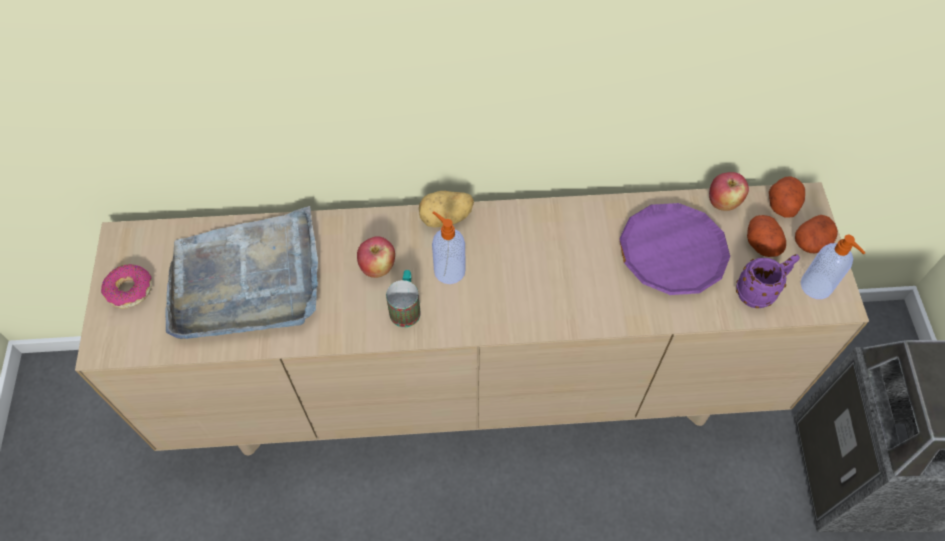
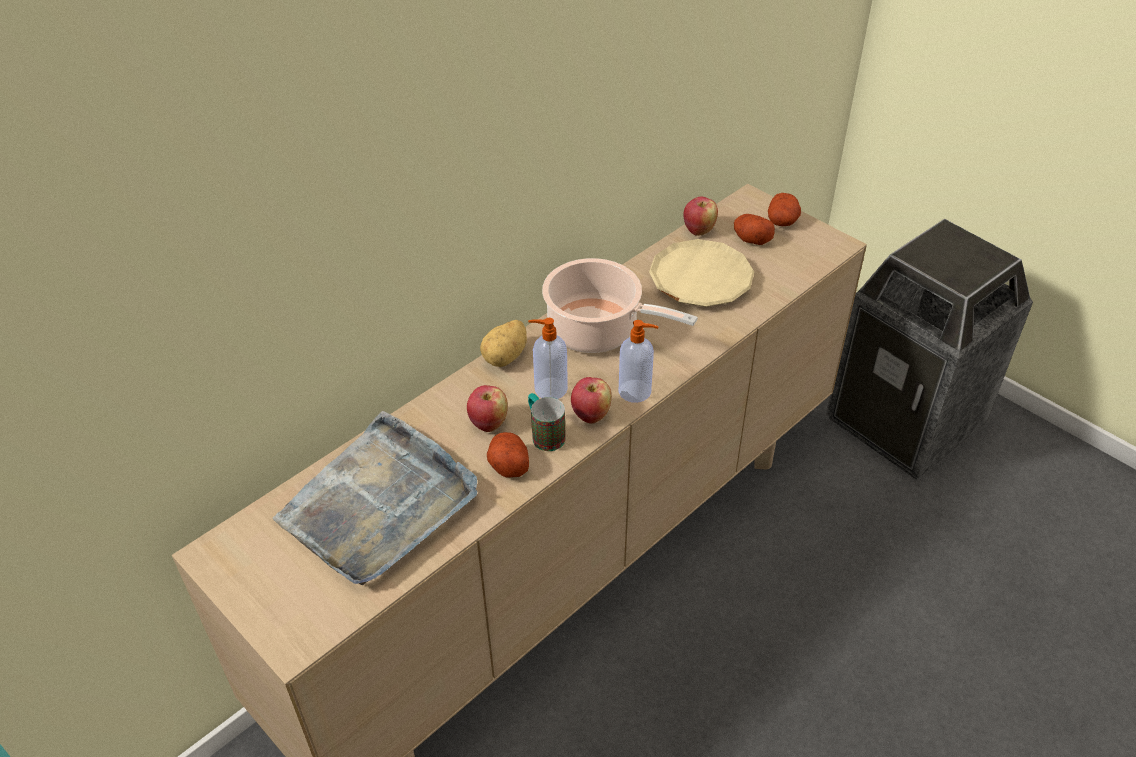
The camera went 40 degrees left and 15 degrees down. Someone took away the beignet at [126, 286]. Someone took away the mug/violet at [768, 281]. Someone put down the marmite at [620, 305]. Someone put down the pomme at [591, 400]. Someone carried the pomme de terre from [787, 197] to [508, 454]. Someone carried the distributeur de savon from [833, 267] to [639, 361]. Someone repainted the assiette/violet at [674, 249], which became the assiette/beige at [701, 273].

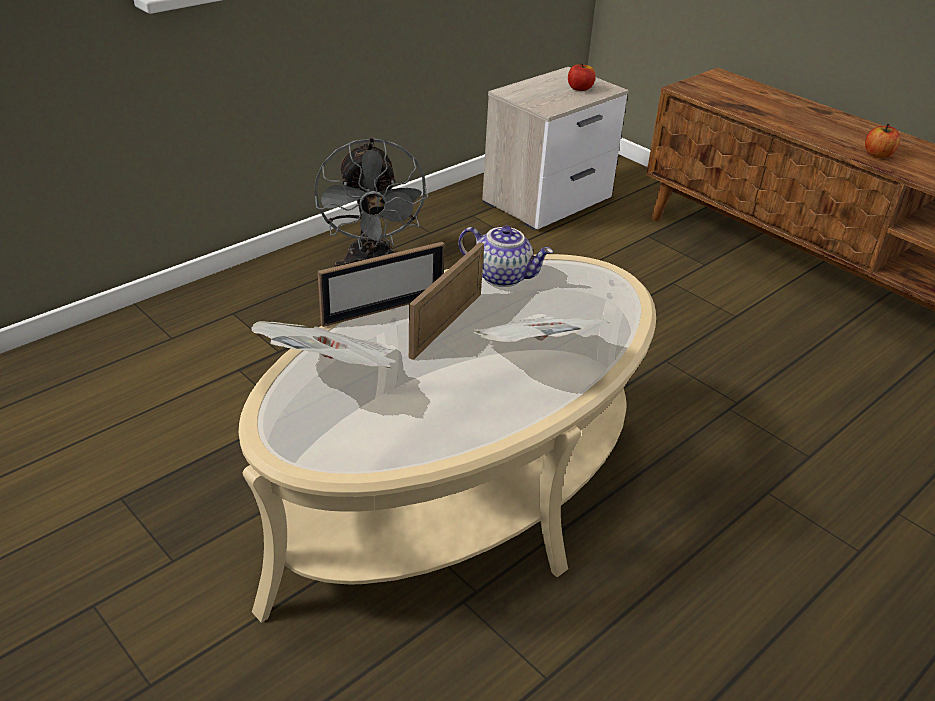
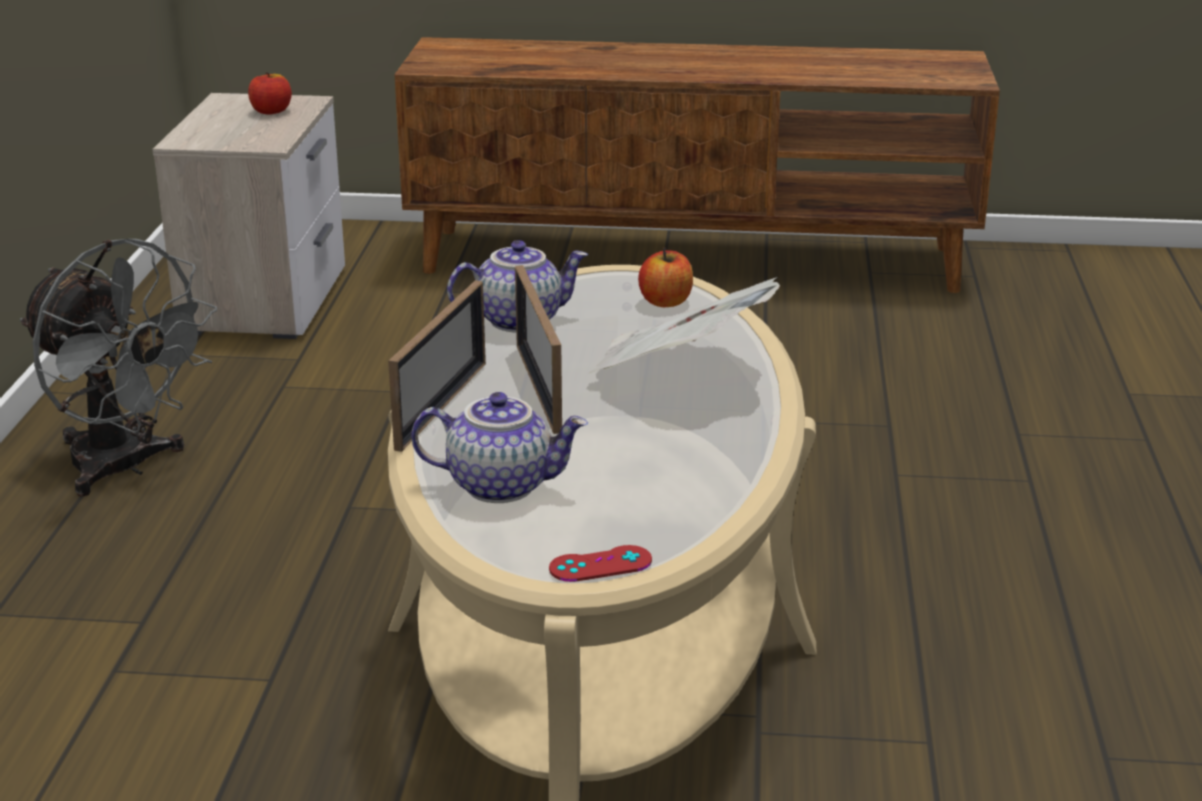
The camera went 40 degrees left and 10 degrees down. Someone put down the manette/rouge at [600, 563]. Someone carried the pomme from [882, 141] to [665, 277]. Someone swapped the journal at [323, 345] for the théière at [499, 447].

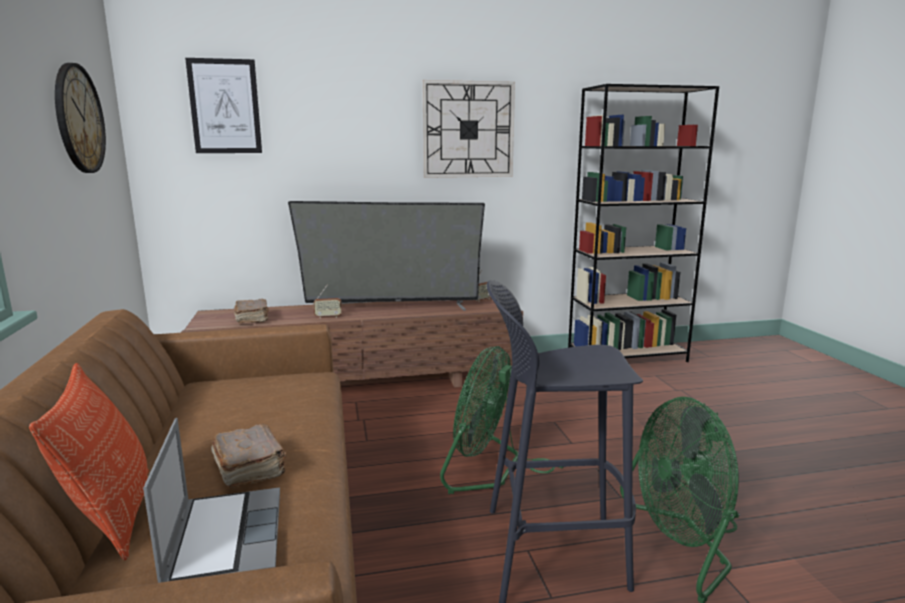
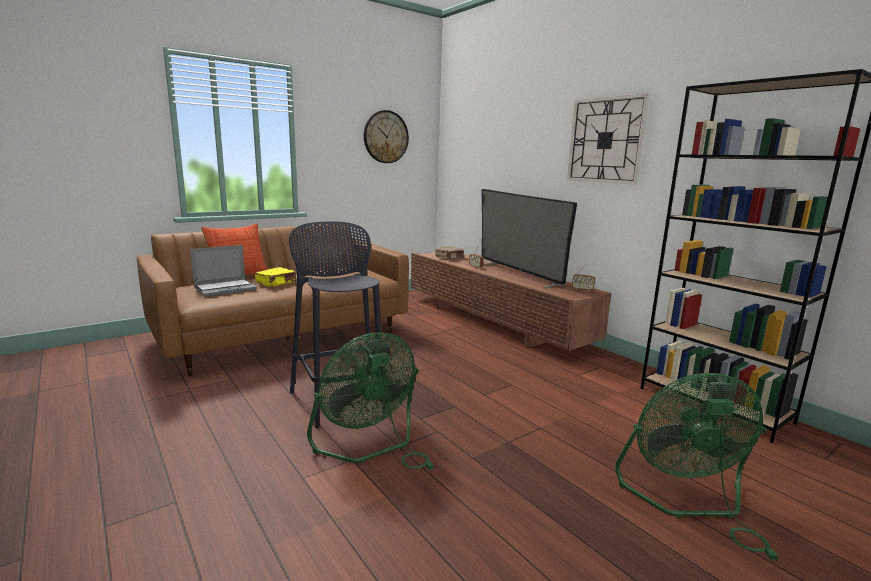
The camera went 65 degrees right and 0 degrees up. Someone took away the tableau at [223, 105]. Someone carried the ventilateur/vert from [502, 420] to [696, 467]. Someone repainted the livre/marron at [249, 456], which became the livre/jaune at [275, 277].

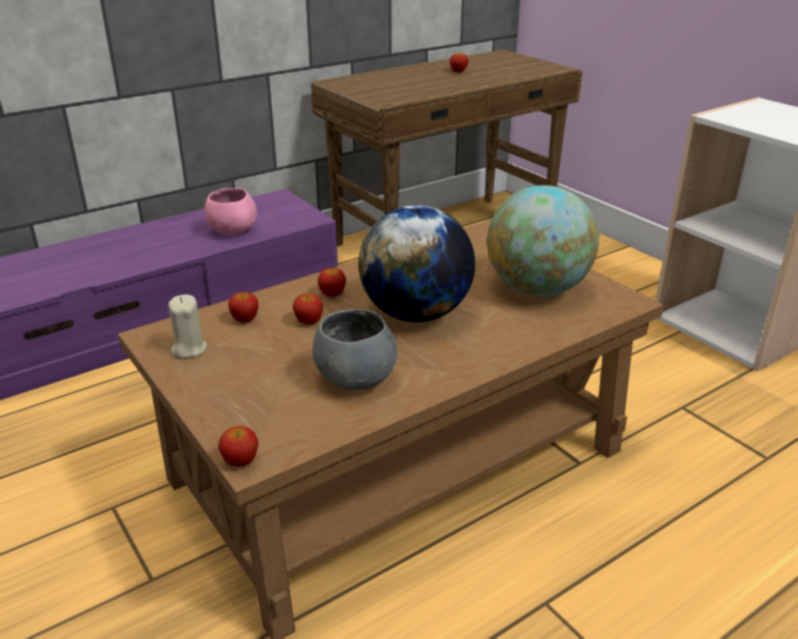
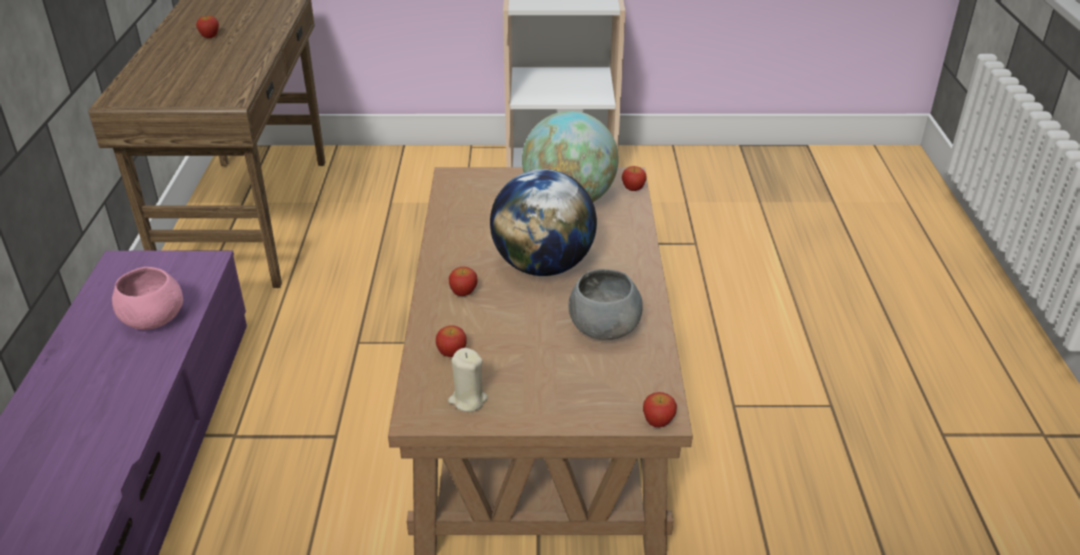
The camera went 55 degrees left and 5 degrees up. Someone carried the pomme from [308, 308] to [634, 178].

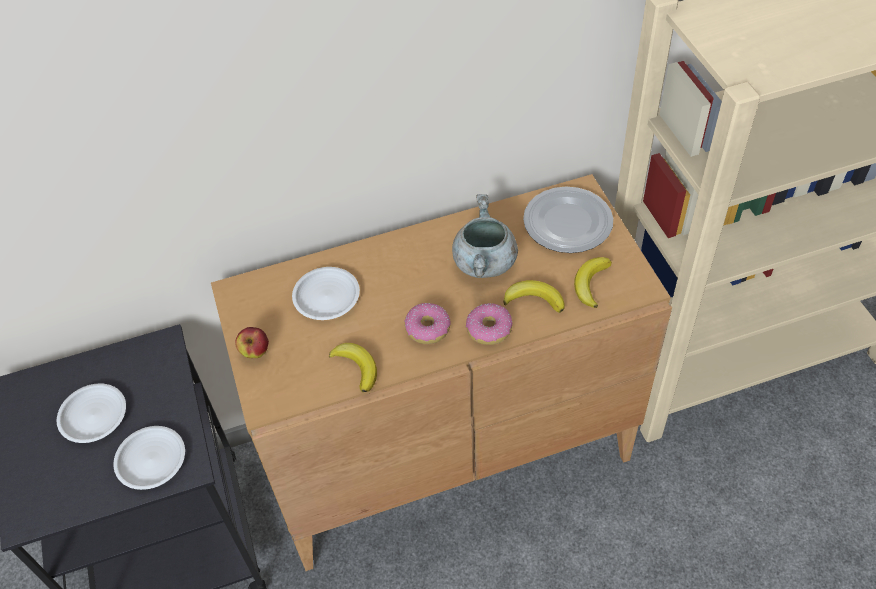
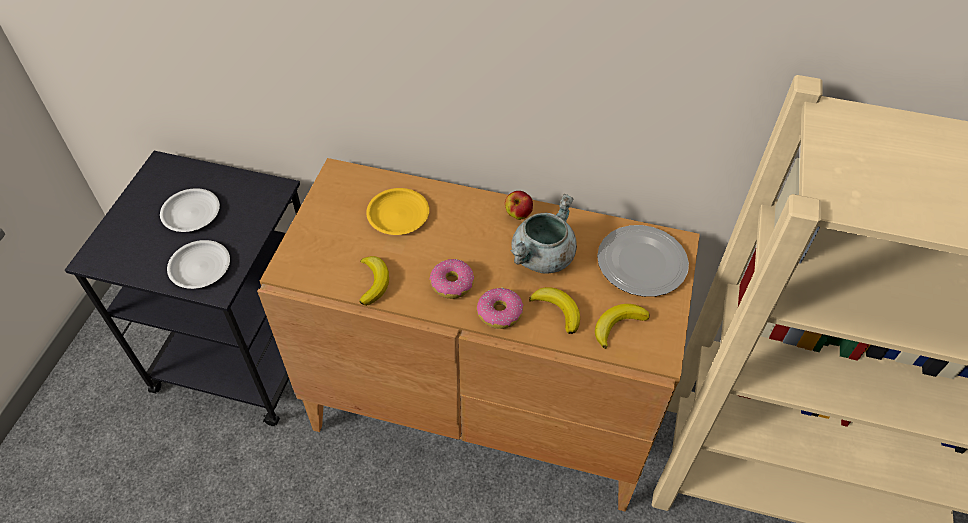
The camera went 30 degrees right and 0 degrees up. Someone carried the pomme from [252, 342] to [519, 205]. Someone repainted the assiette/blanc at [326, 293], which became the assiette/jaune at [397, 211].

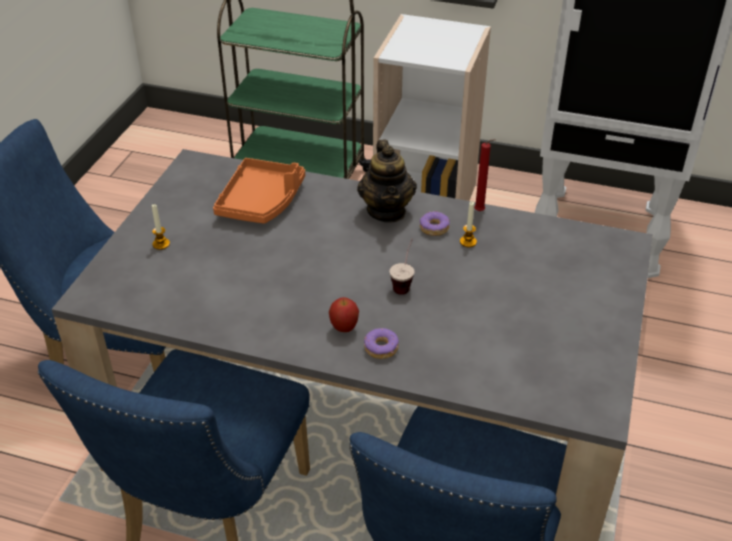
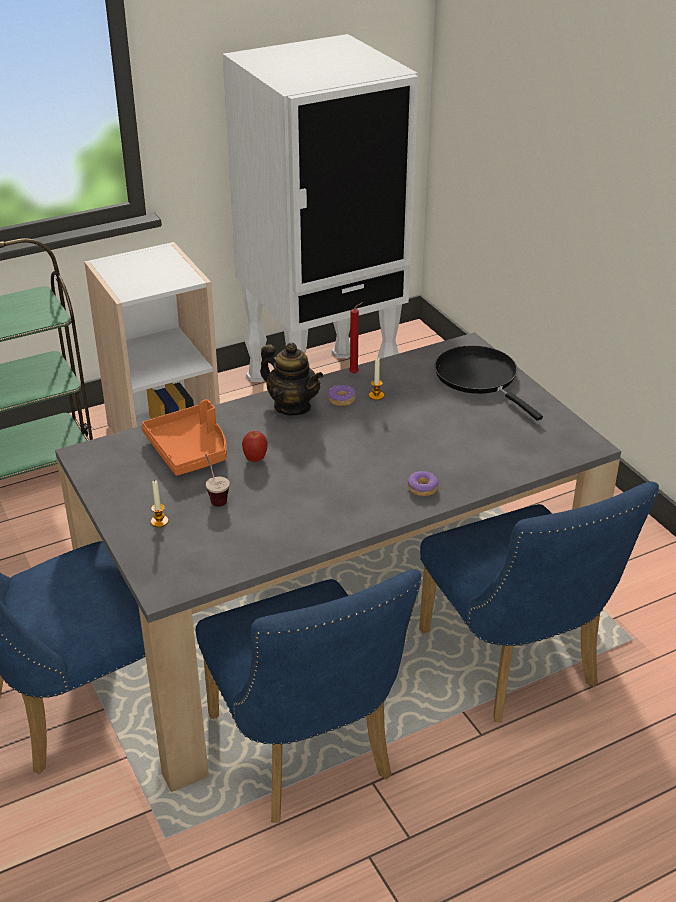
The camera went 45 degrees left and 5 degrees down. Someone put down the poêle/noir at [489, 383]. Someone carried the pomme from [344, 314] to [255, 446]. Someone carried the tasse from [401, 266] to [217, 480].

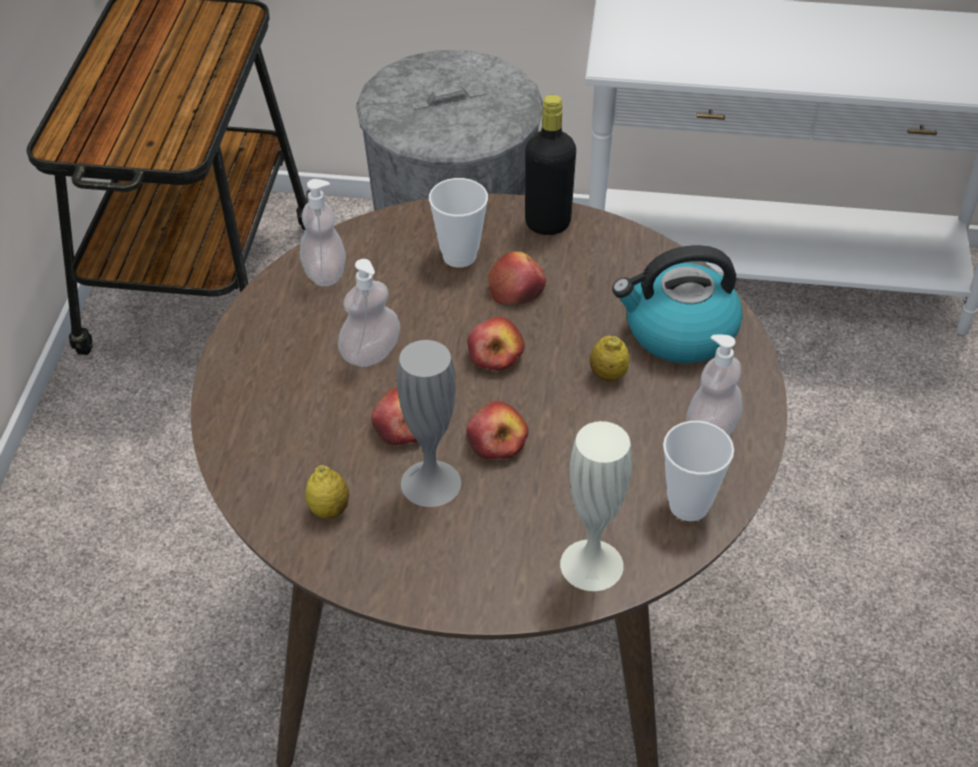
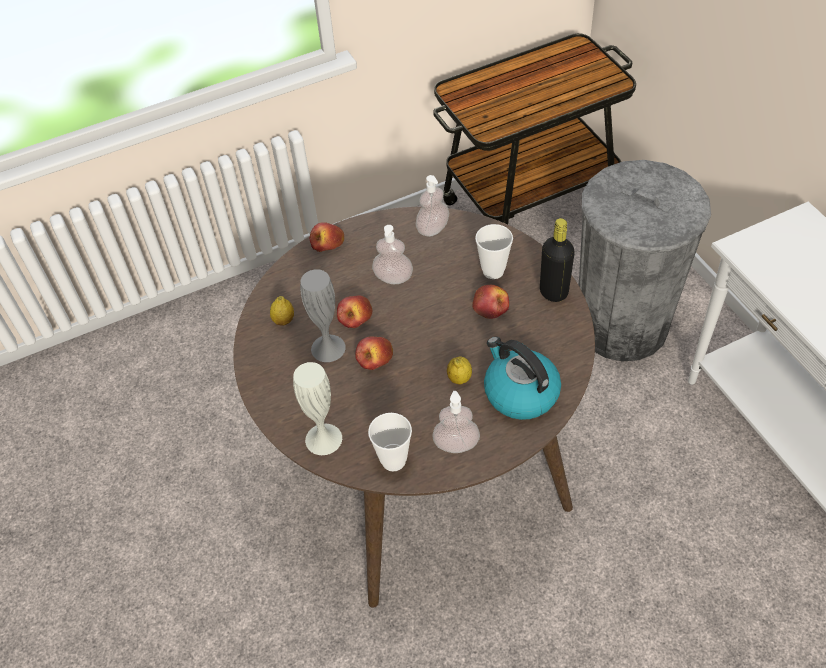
The camera went 60 degrees right and 5 degrees up. Someone carried the pomme from [496, 343] to [326, 237].

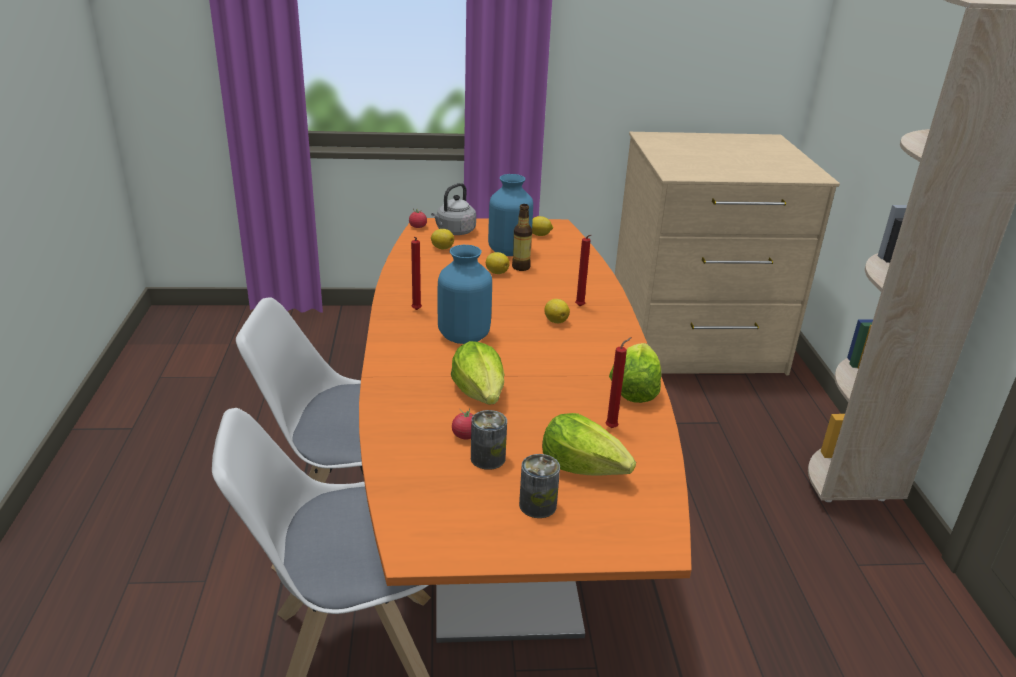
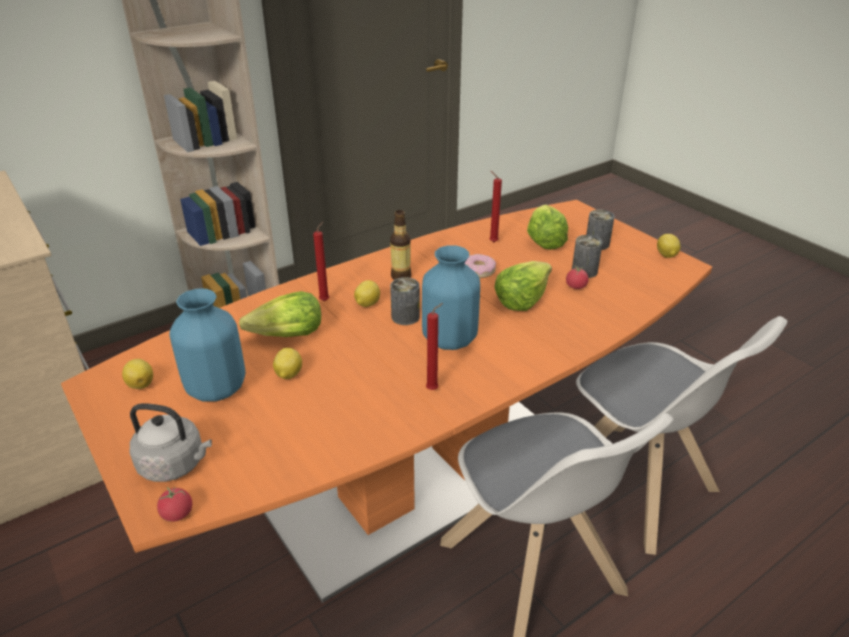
The camera went 120 degrees left and 5 degrees up. Someone put down the boîte métallique at [405, 301]. Someone put down the beignet at [480, 266]. Someone carried the citron from [442, 239] to [669, 246]. Someone carried the bouteille from [522, 237] to [400, 245]. Someone carried the laitue from [635, 373] to [280, 314].

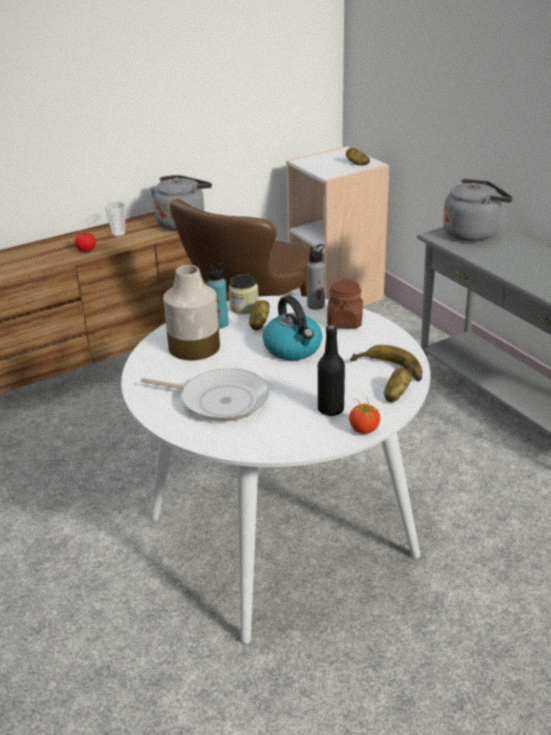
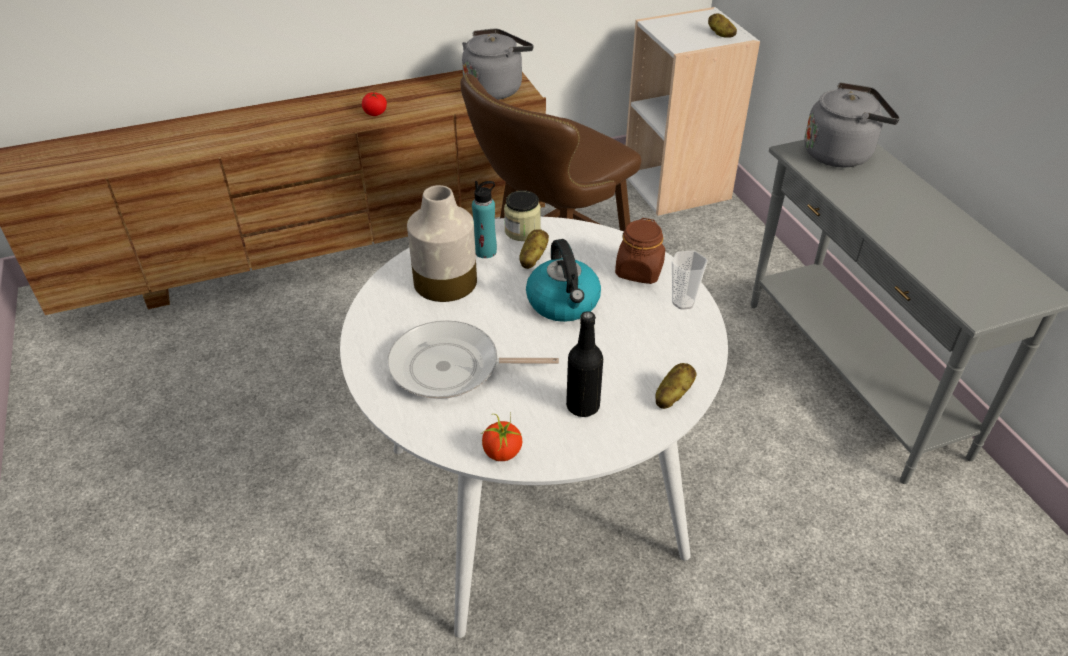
The camera went 10 degrees right and 10 degrees up. Someone took away the bouteille/gris at [316, 277]. Someone took away the banane at [386, 363]. Someone carried the tasse from [115, 219] to [690, 280]. Someone carried the tomate from [364, 415] to [501, 436]. Someone rotated the poêle at [205, 394] by 150 degrees clockwise.

